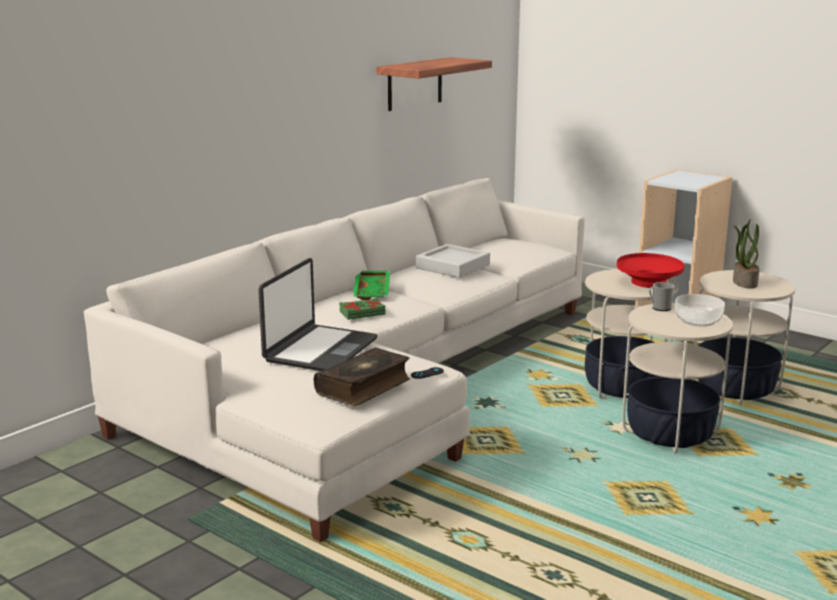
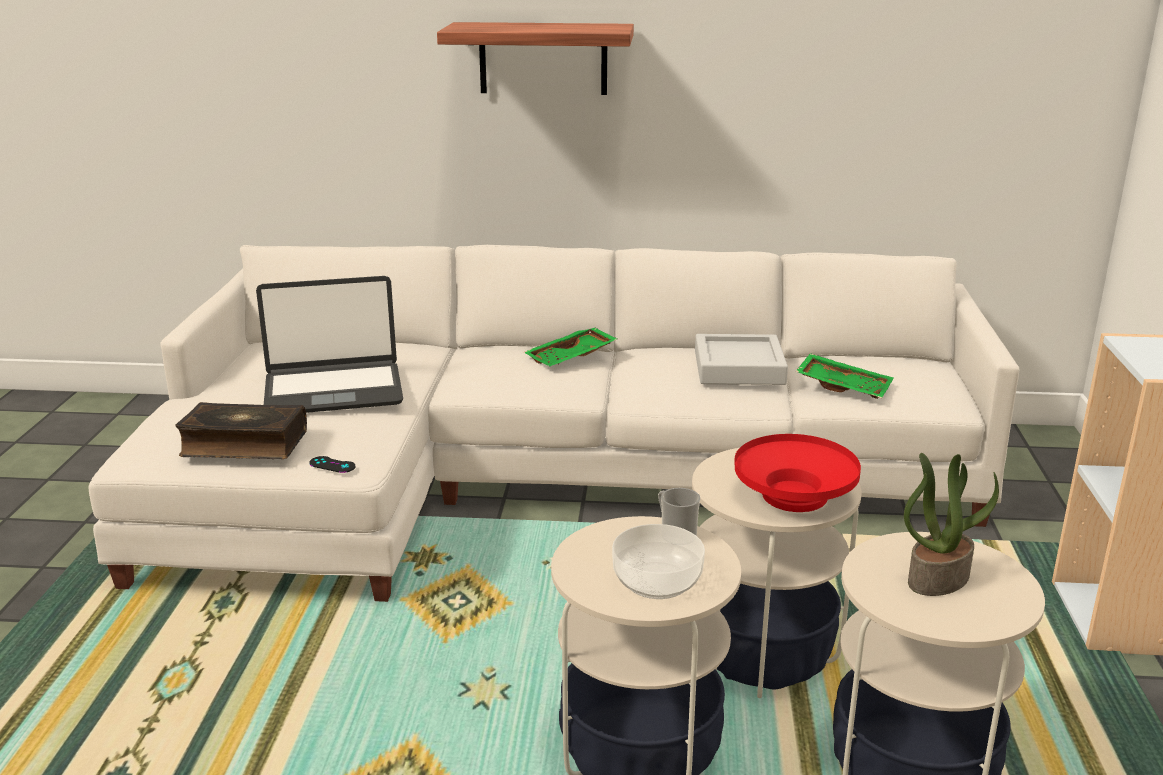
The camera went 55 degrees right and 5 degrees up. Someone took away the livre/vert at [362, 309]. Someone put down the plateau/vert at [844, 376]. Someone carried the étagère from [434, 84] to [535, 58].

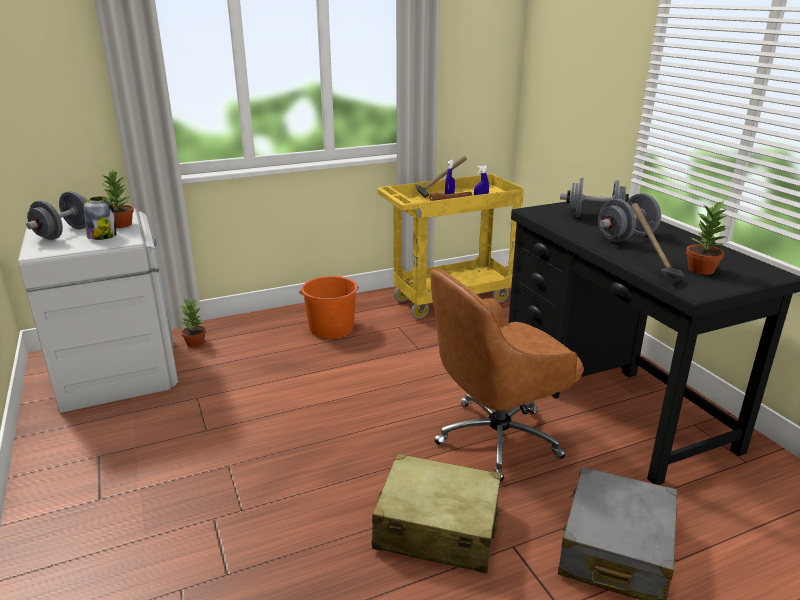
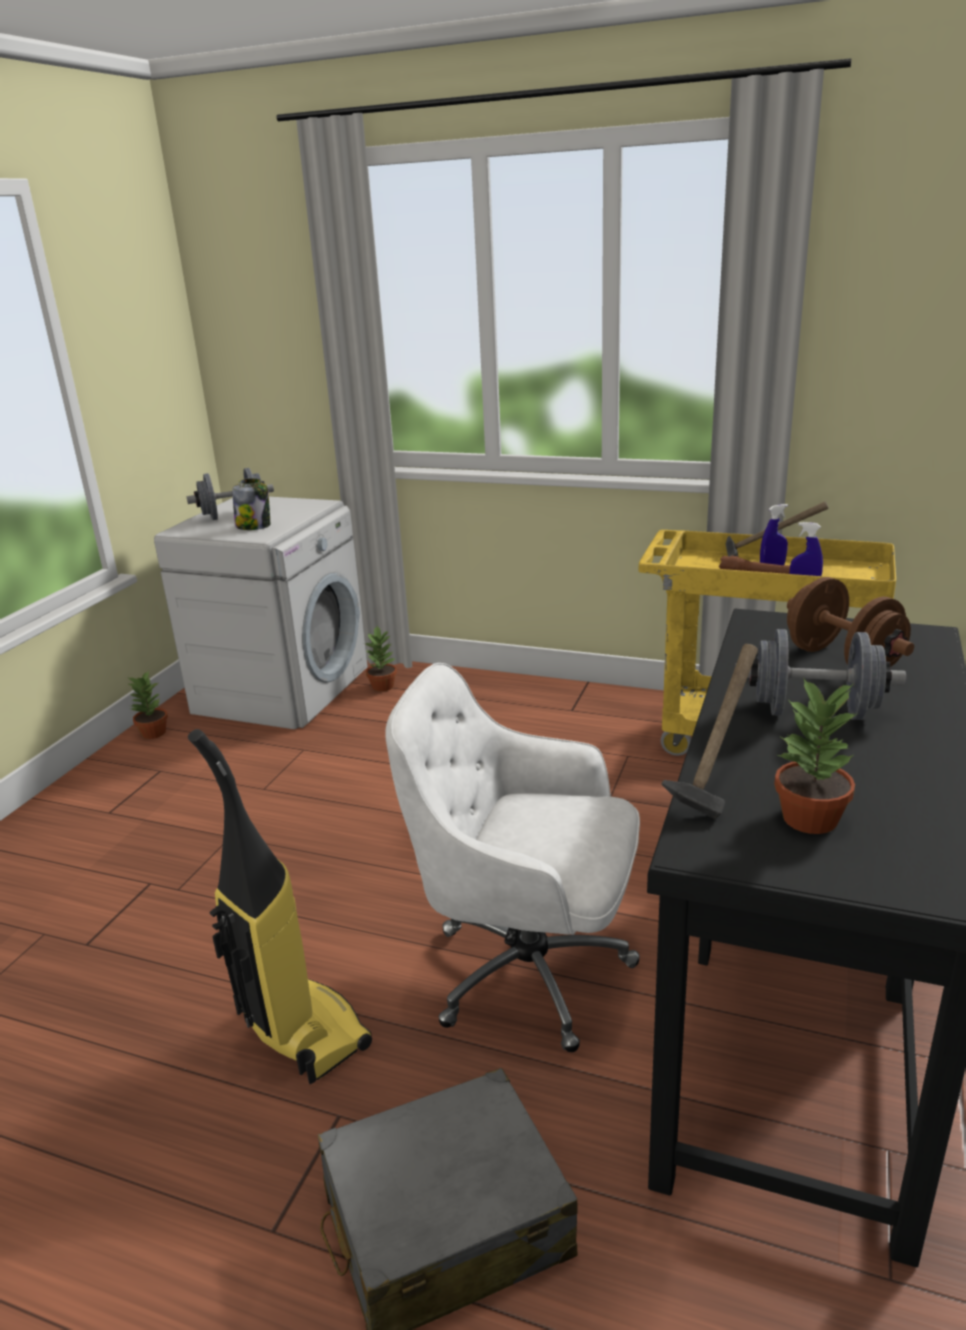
The camera went 45 degrees right and 0 degrees up. Someone took away the seau/orange at [329, 307]. Someone carried the plante en pot from [118, 199] to [147, 705]. Someone swapped the valise/beige at [436, 513] for the aspirateur at [280, 906]. Someone repainted the chaise de bureau/marron at [507, 374], which became the chaise de bureau/blanc at [512, 857]. Someone repainted the haltère/gris at [594, 197], which became the haltère/marron at [850, 622].

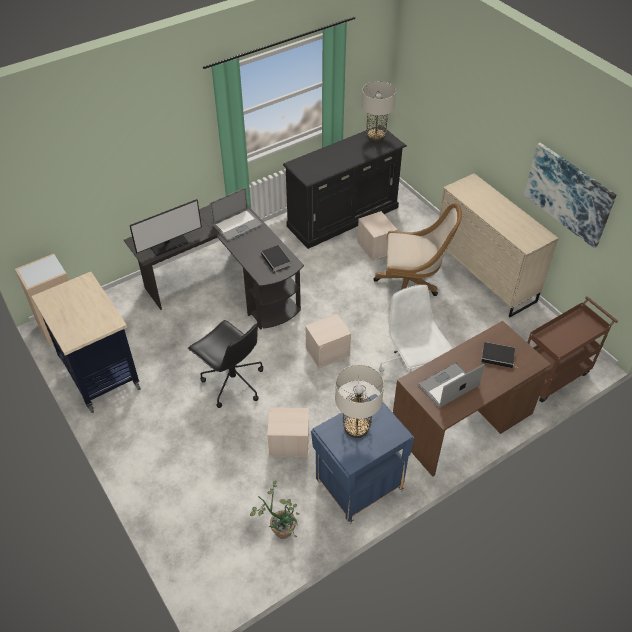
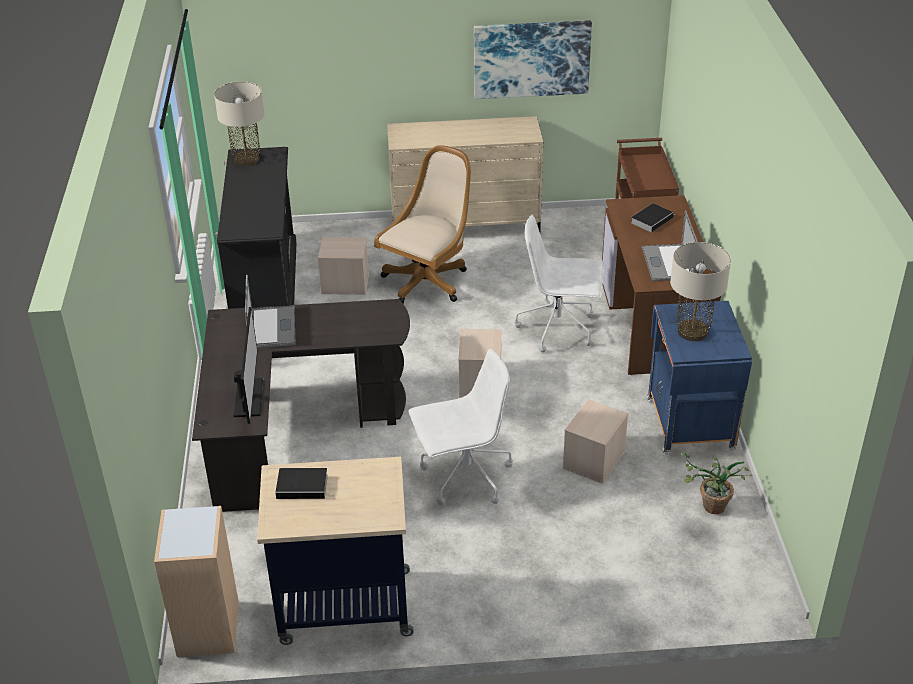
The camera went 60 degrees left and 10 degrees down. Someone carried the livre from [276, 259] to [304, 483]. Someone repainted the chaise de bureau/noir at [225, 364], which became the chaise de bureau/blanc at [460, 427].

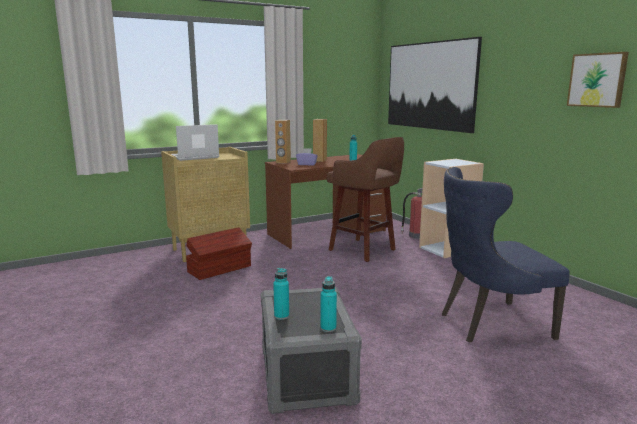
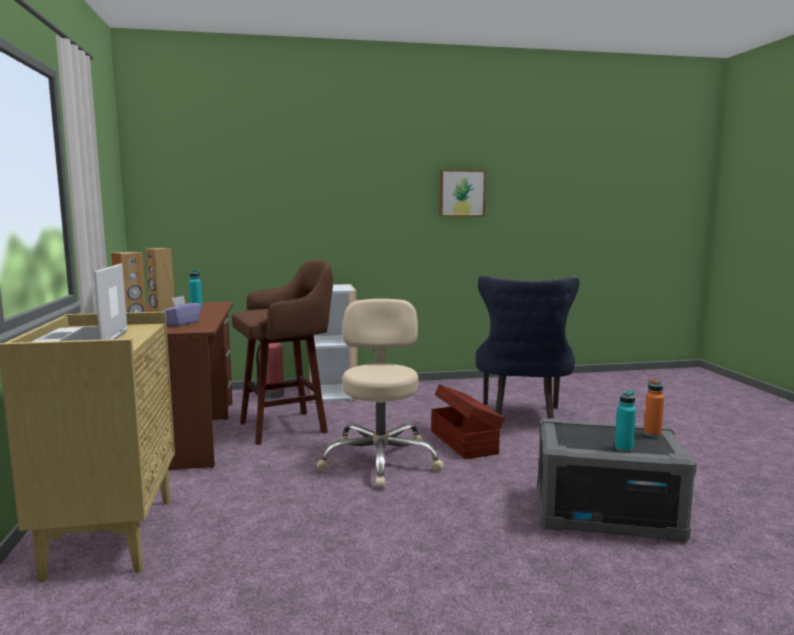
The camera went 70 degrees left and 5 degrees down. Someone took away the tableau at [435, 85]. Someone put down the chaise de bureau/beige at [380, 394]. Someone carried the boîte de rangement/marron from [219, 253] to [468, 421]. Someone repainted the bouteille/turquoise at [329, 304], which became the bouteille/orange at [654, 408].

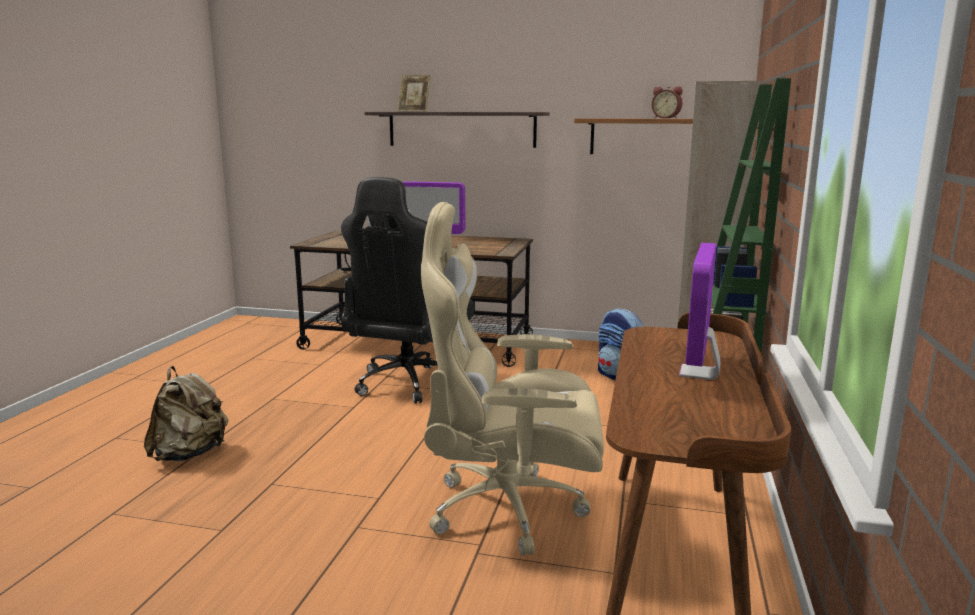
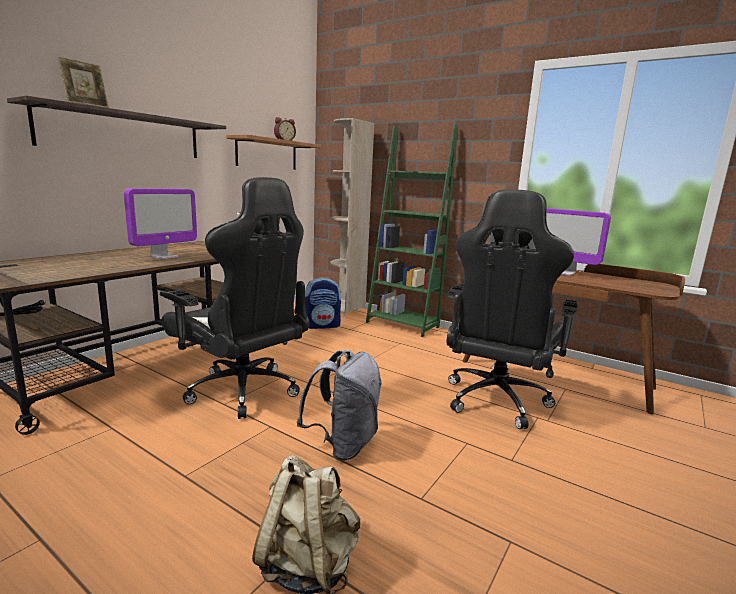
The camera went 70 degrees left and 0 degrees up. Someone put down the sac à dos/gris at [339, 405]. Someone repainted the chaise de bureau/beige at [512, 379], which became the chaise de bureau/noir at [512, 309].

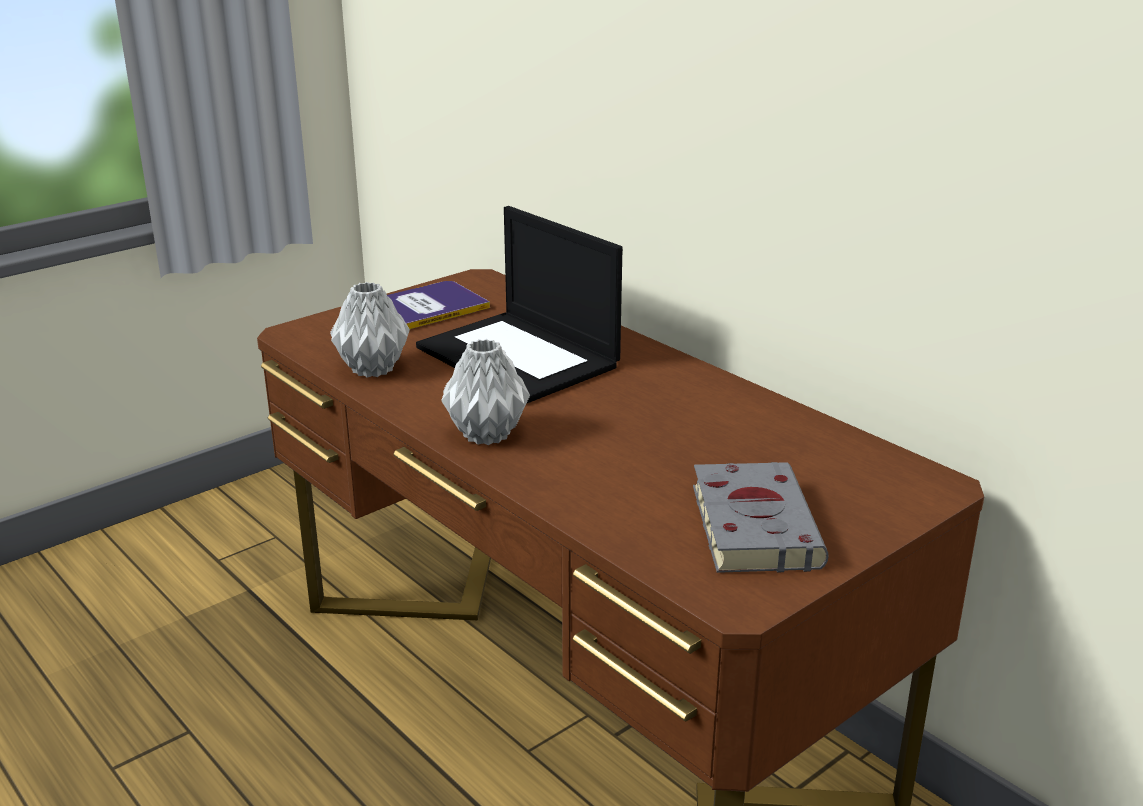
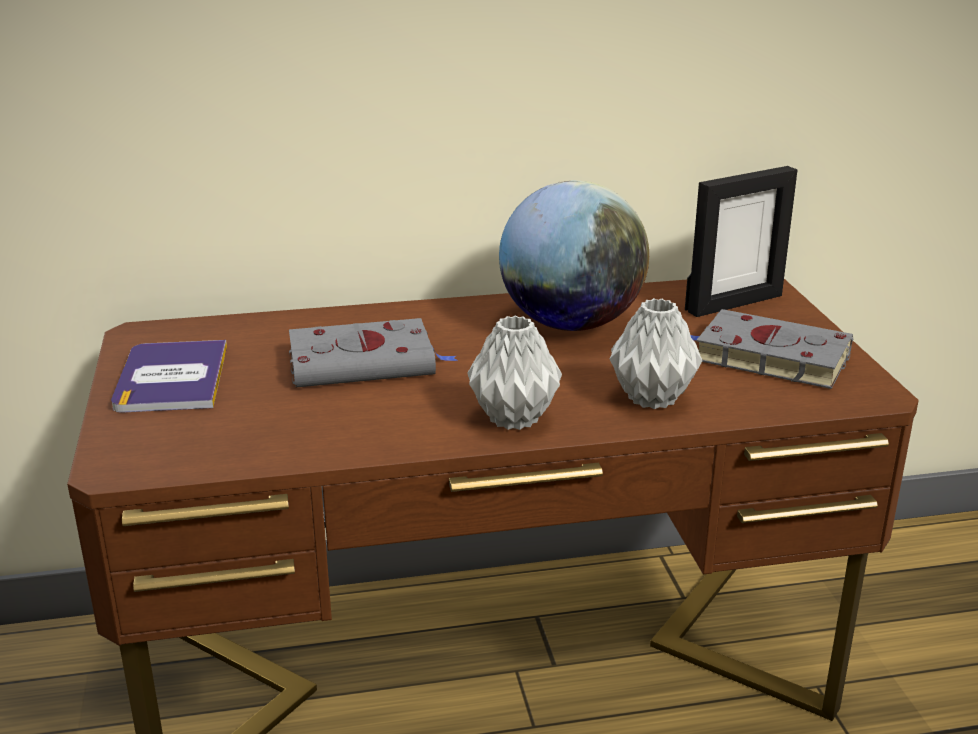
The camera went 60 degrees left and 0 degrees up. Someone put down the globe at [574, 255]. Someone put down the cadre photo at [741, 241]. Someone carried the vase/gris from [370, 330] to [656, 353]. Someone swapped the ordinateur portable at [519, 305] for the livre/gris at [373, 353].

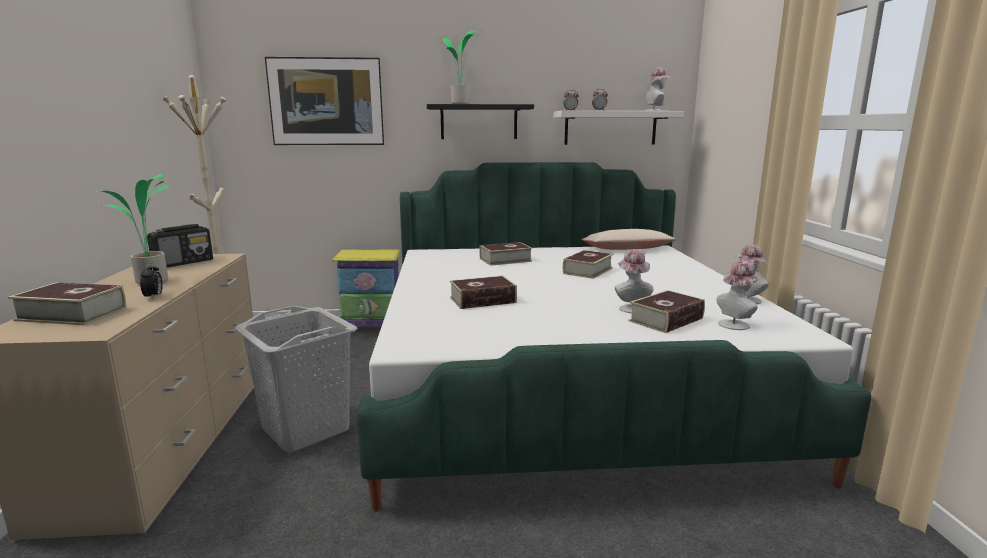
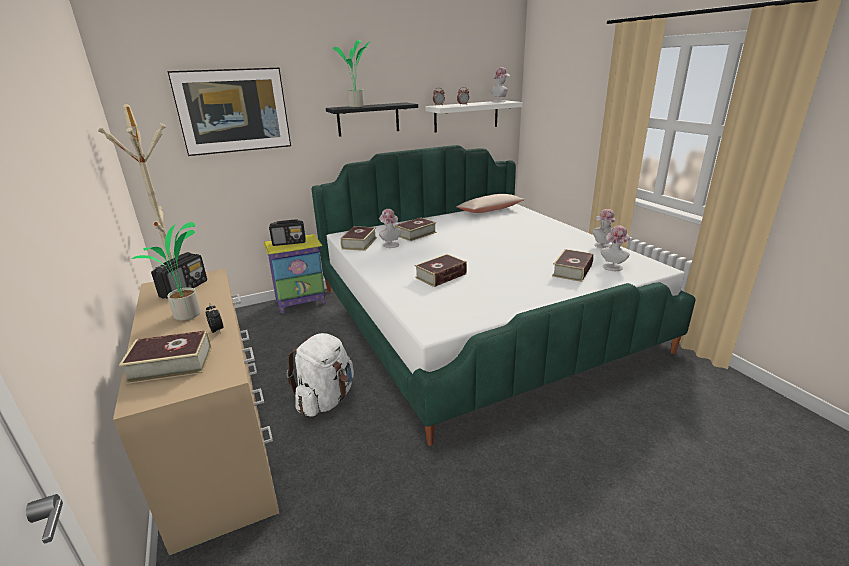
The camera went 20 degrees left and 10 degrees up. Someone put down the radio at [287, 232]. Someone carried the livre from [588, 264] to [358, 238]. Someone carried the chapeau from [634, 281] to [390, 228]. Someone swapped the panier à linge/gris at [295, 379] for the sac à dos/blanc at [320, 375].

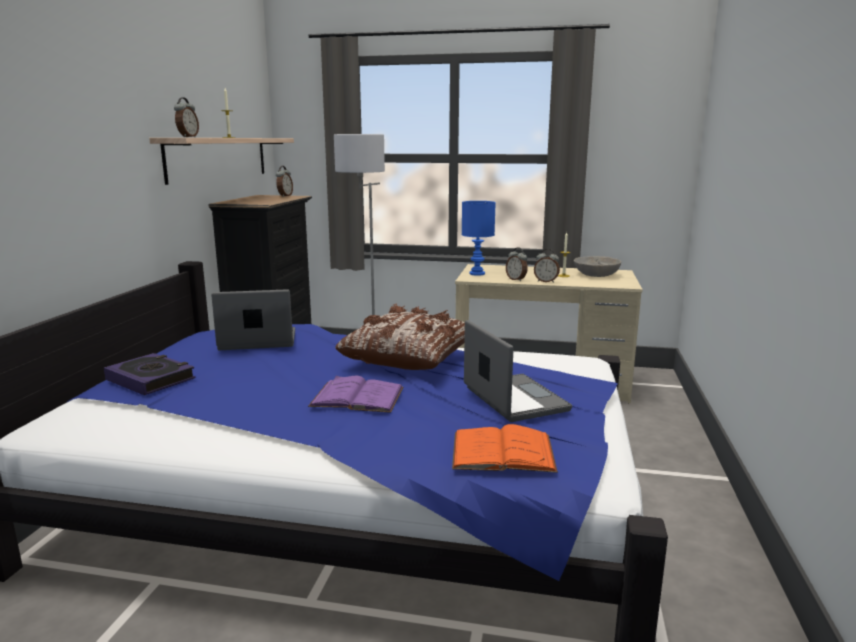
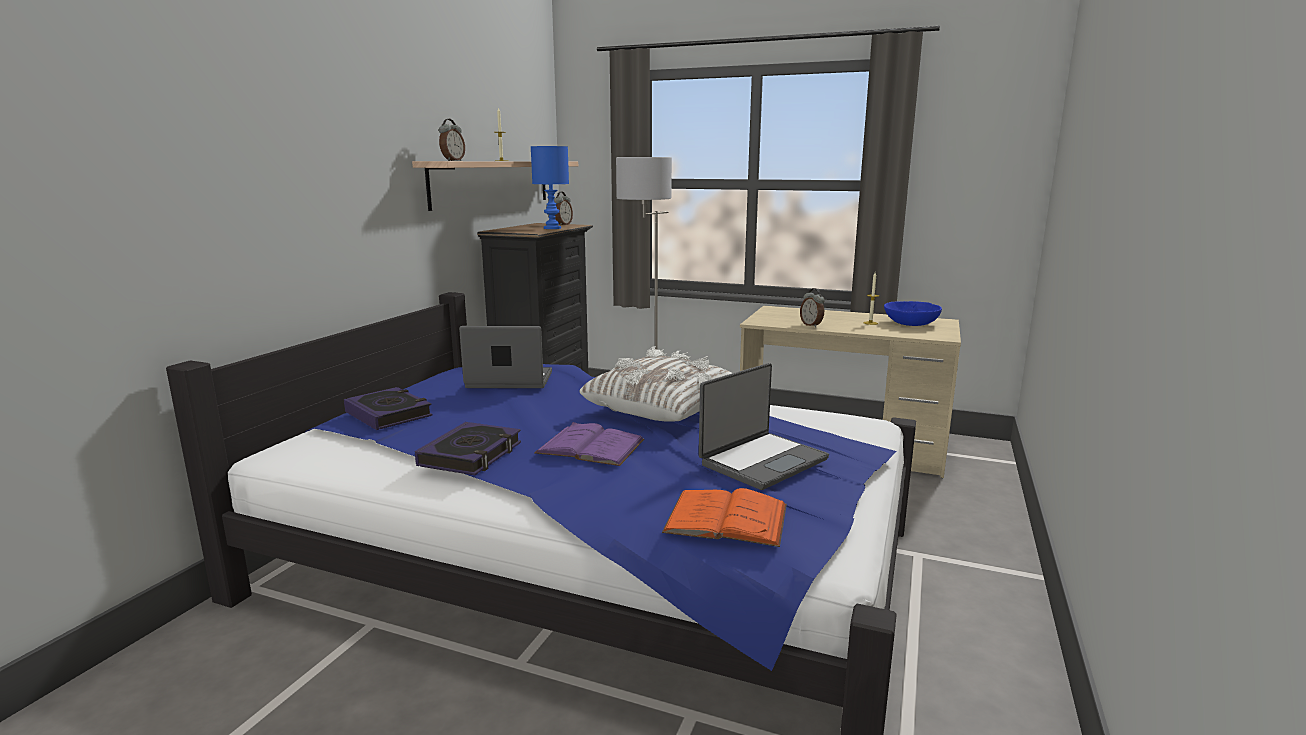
The camera went 10 degrees right and 0 degrees up. Someone took away the réveil at [547, 266]. Someone put down the livre at [468, 448]. Someone carried the lampe de table/bleu from [479, 238] to [550, 187]. Someone repainted the coussin/marron at [400, 336], which became the coussin/blanc at [655, 384]. Someone repainted the bol/gris at [597, 266], which became the bol/bleu at [913, 313]. Someone rotated the ordinateur portable at [518, 371] by 60 degrees clockwise.

